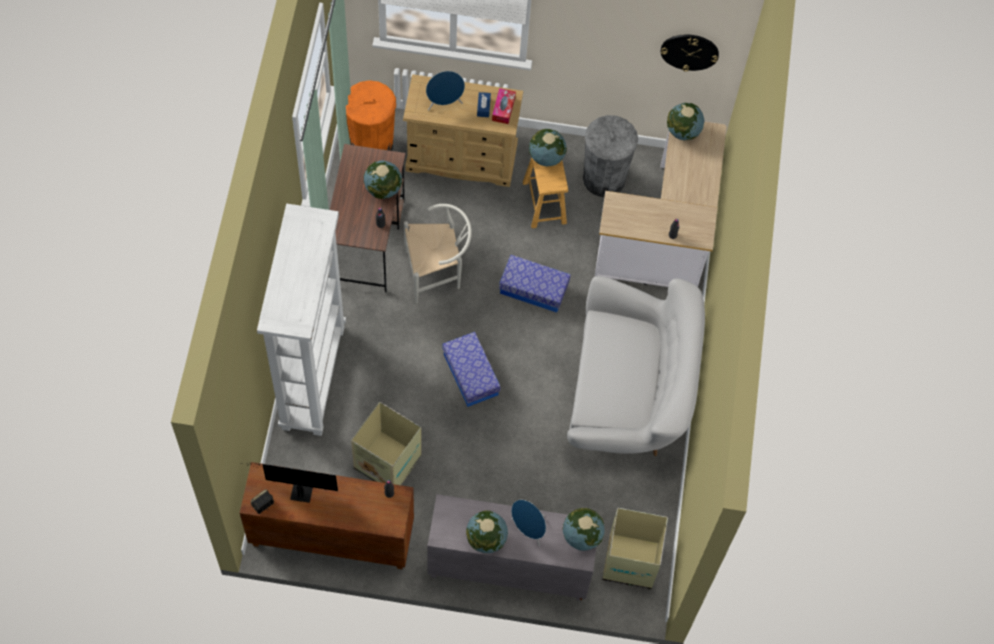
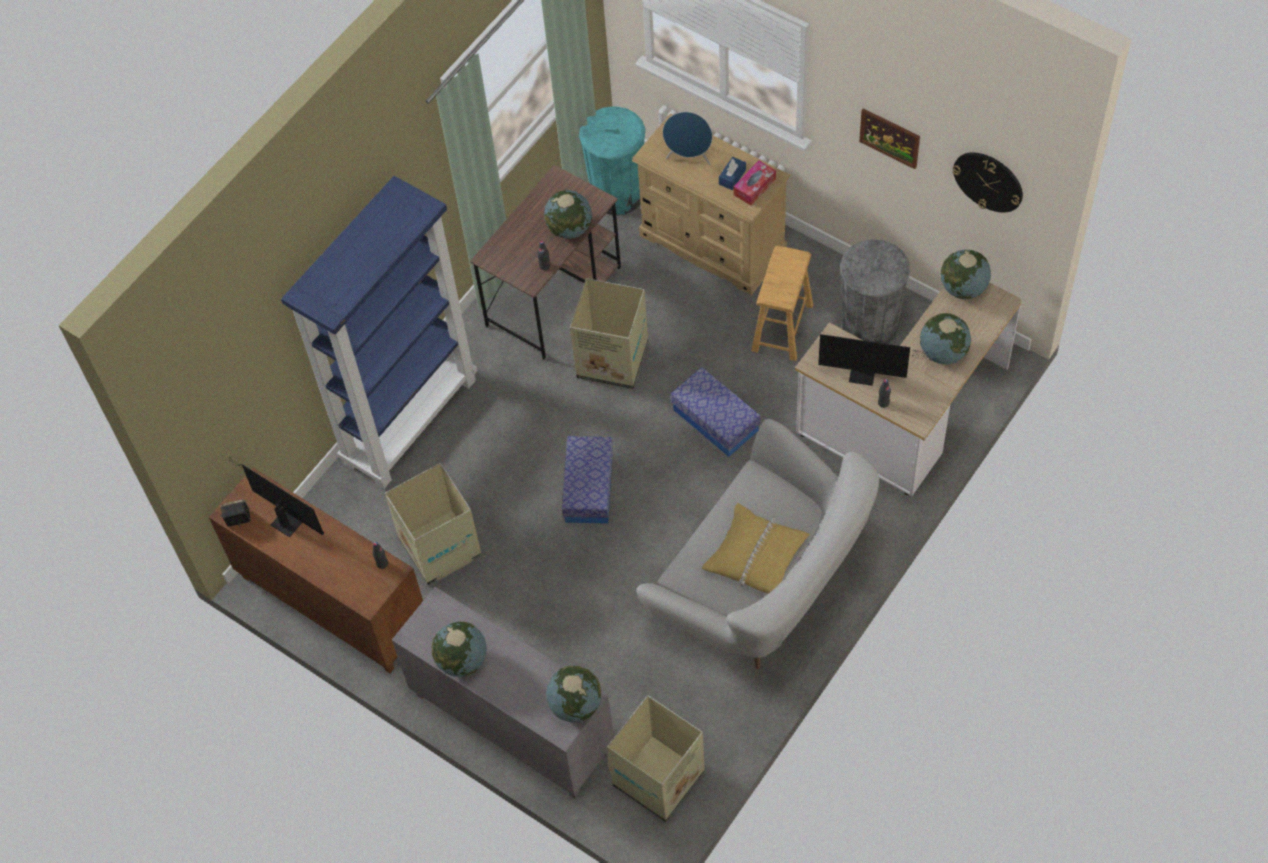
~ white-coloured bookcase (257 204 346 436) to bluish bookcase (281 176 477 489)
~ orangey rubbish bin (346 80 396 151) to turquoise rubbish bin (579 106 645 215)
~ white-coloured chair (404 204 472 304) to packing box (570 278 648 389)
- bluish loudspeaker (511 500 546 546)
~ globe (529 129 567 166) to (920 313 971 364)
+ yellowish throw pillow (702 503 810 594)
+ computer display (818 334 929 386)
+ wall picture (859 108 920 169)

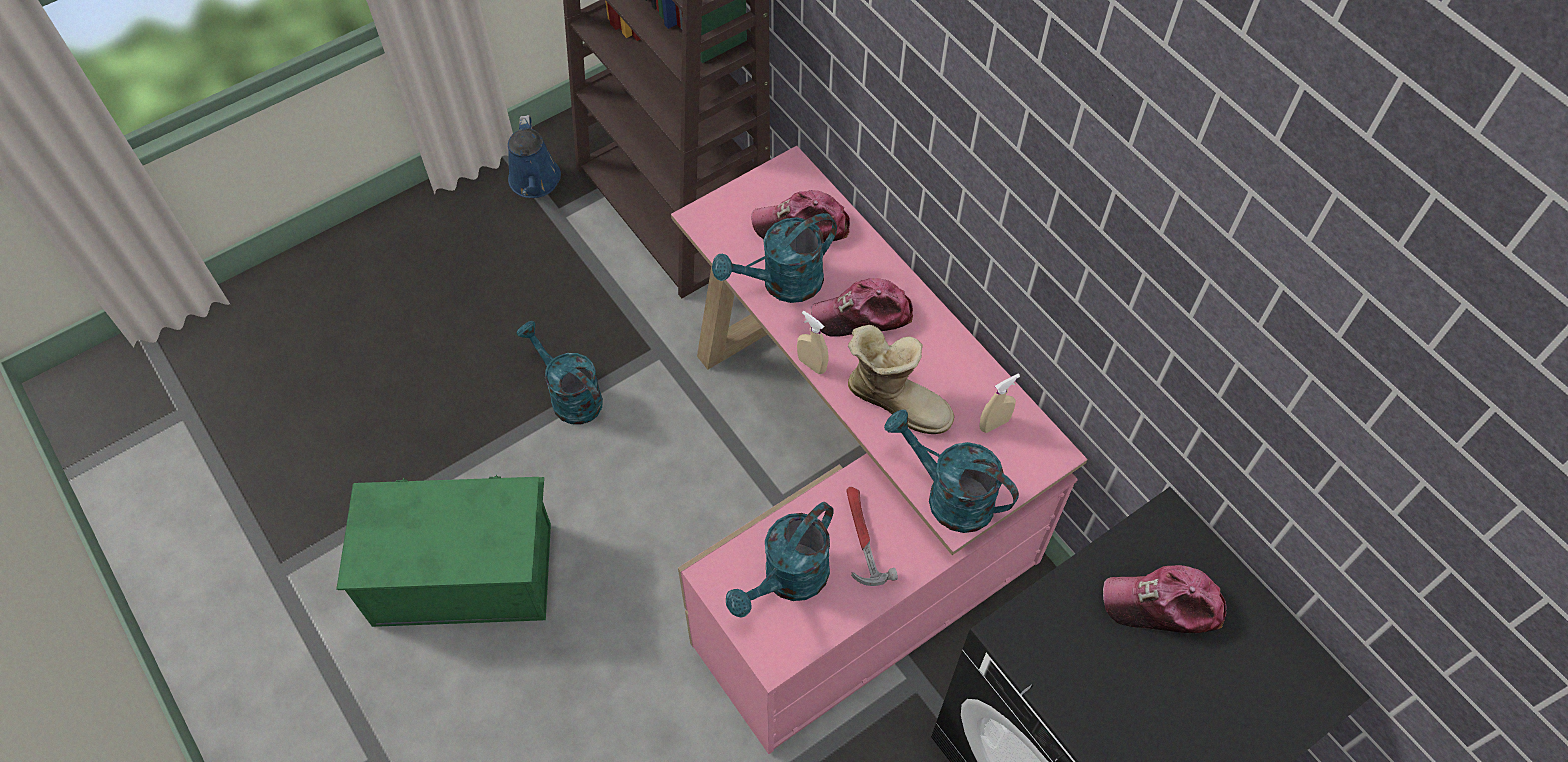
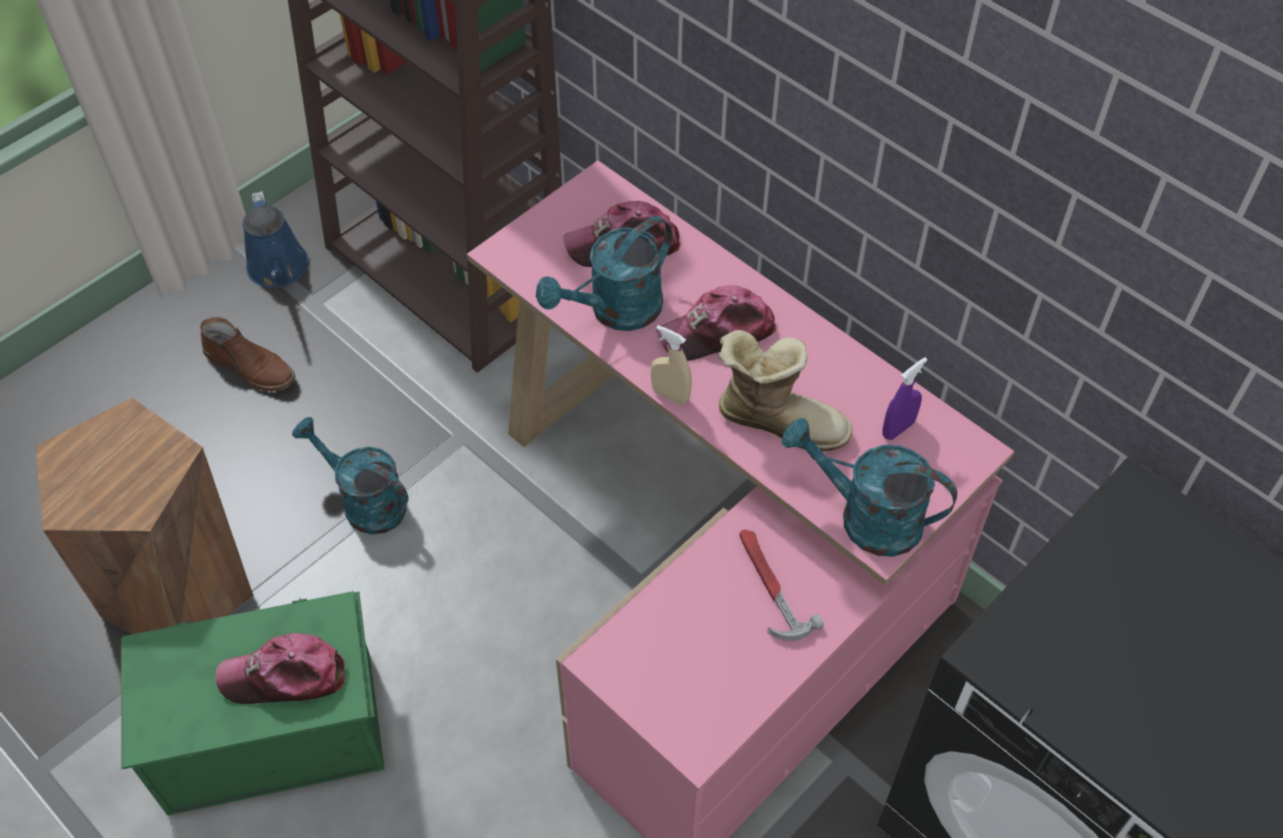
- turquoise sprinkling can (726 502 834 618)
~ beige-coloured sprayer (979 374 1020 433) to purple-coloured sprayer (883 357 927 440)
~ baseball cap (1103 565 1227 633) to (216 633 345 704)
+ brown sitting stool (36 398 253 634)
+ brown tall boot (200 317 295 391)

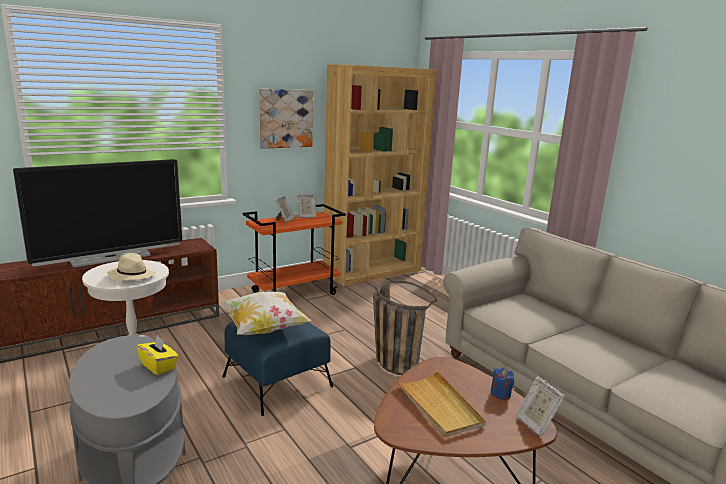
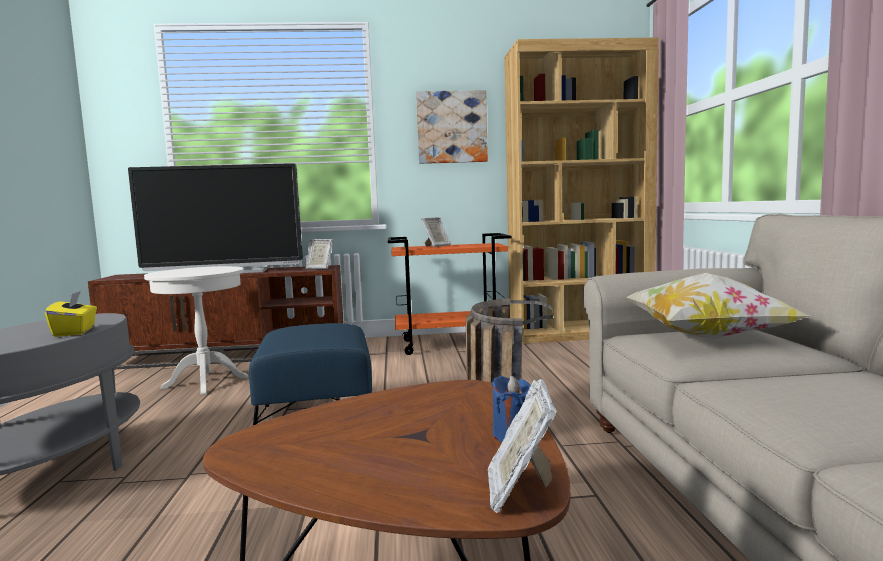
- beige-coloured wearable hat (107 253 156 282)
~ throw pillow (219 292 312 335) to (626 273 810 340)
~ standing frame (296 194 316 218) to (305 239 333 270)
- beige-coloured carrying tray (395 370 486 438)

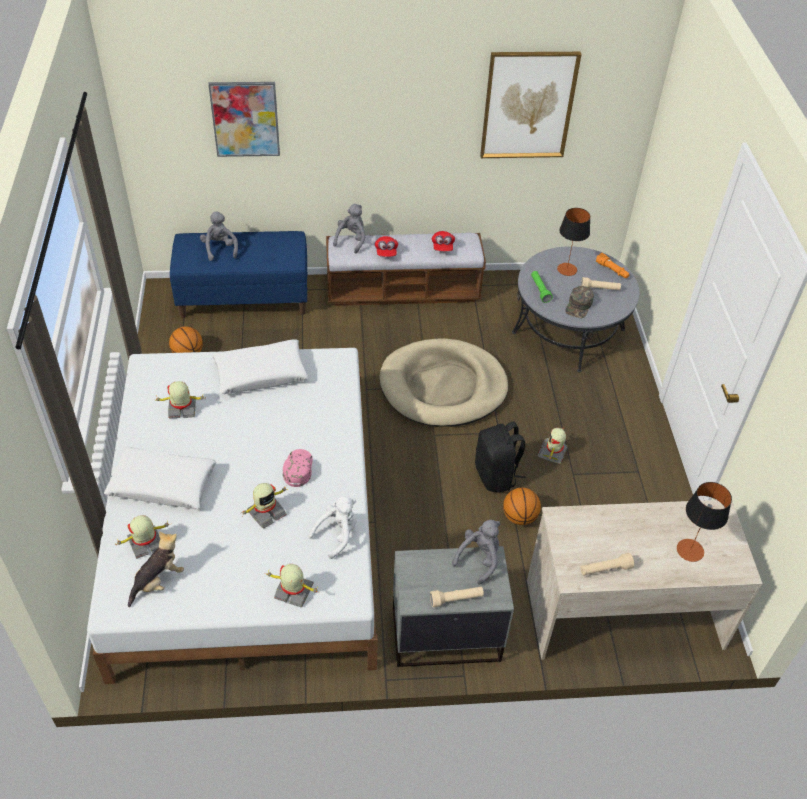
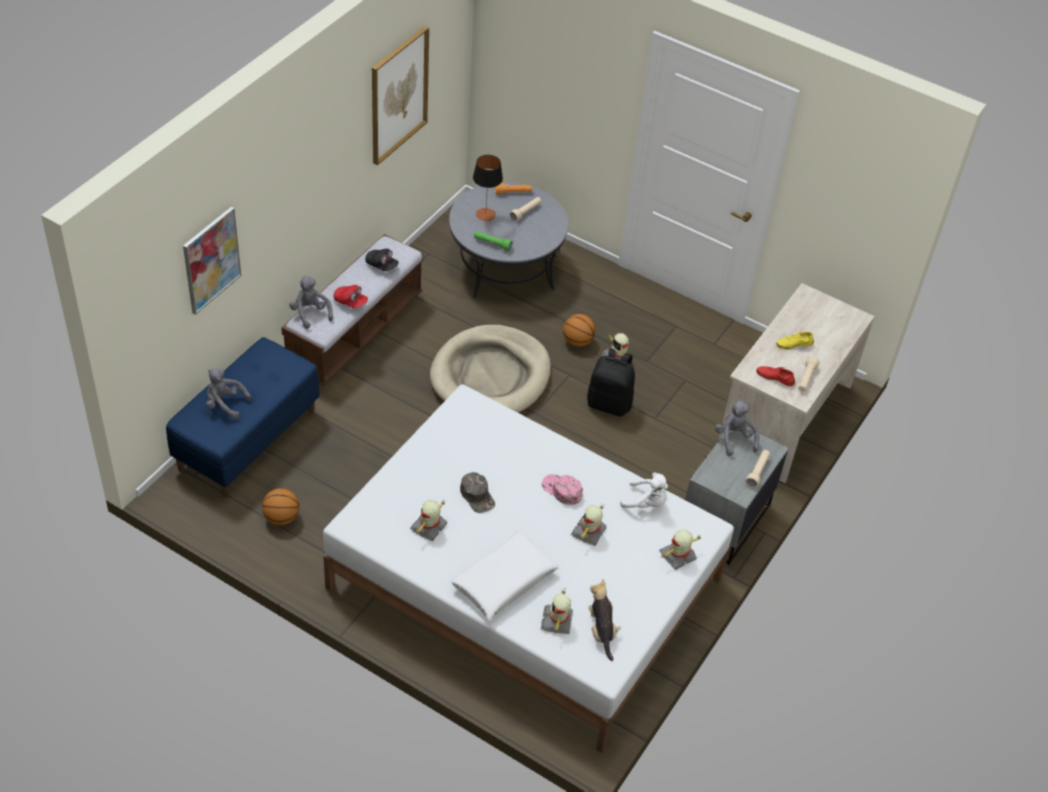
- white-coloured throw pillow (212 339 308 394)
~ robot figure (241 483 288 529) = (571 505 607 546) 150 degrees counterclockwise
~ white-coloured cuddly toy (308 496 357 559) = (620 472 668 508) 120 degrees clockwise
~ reddish baseball cap (432 231 455 251) to black-coloured baseball cap (365 249 399 271)
~ basketball (503 488 541 525) to (563 314 596 347)
~ green baseball cap (565 286 594 318) to (460 472 495 513)
- table lamp (677 482 732 562)
+ reddish low shoe (756 366 795 386)
+ yellowish low shoe (776 332 814 349)

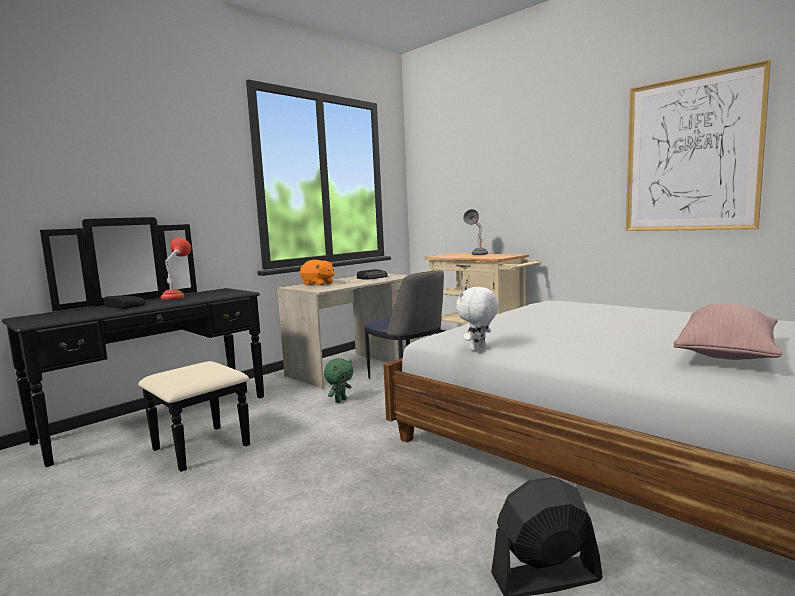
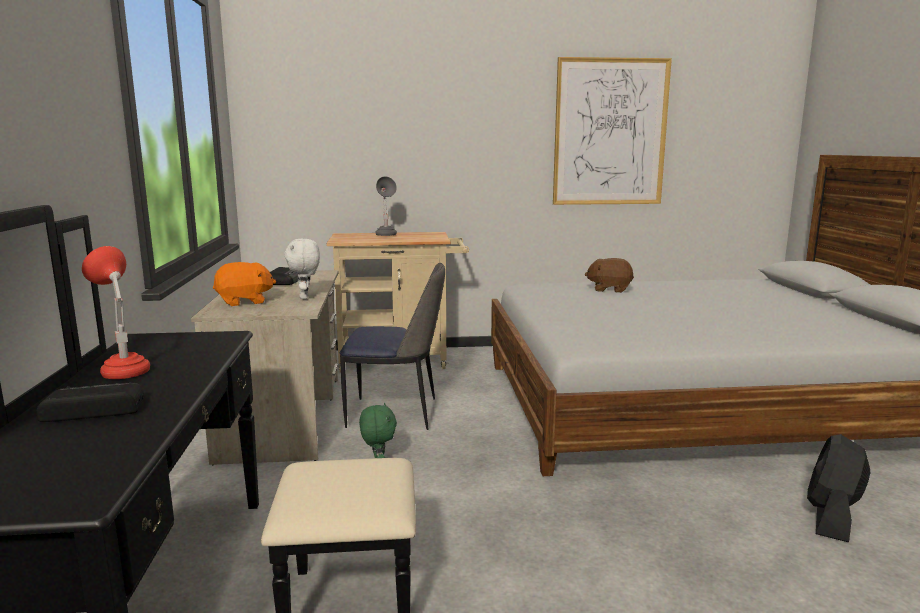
~ white-coloured cuddly toy (456 287 499 351) to (284 239 320 299)
- pink throw pillow (674 303 782 360)
+ brown cuddly toy (585 258 634 293)

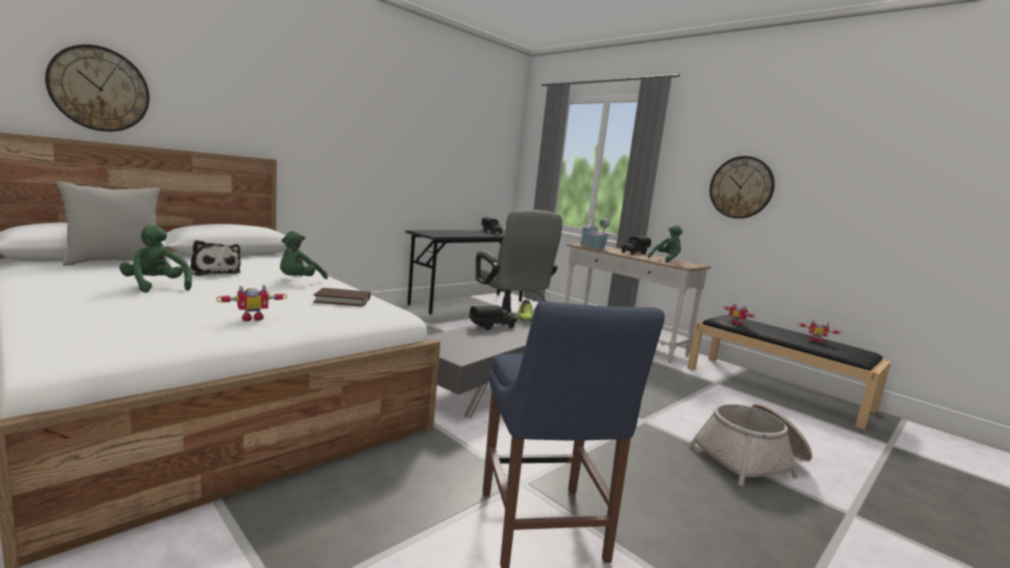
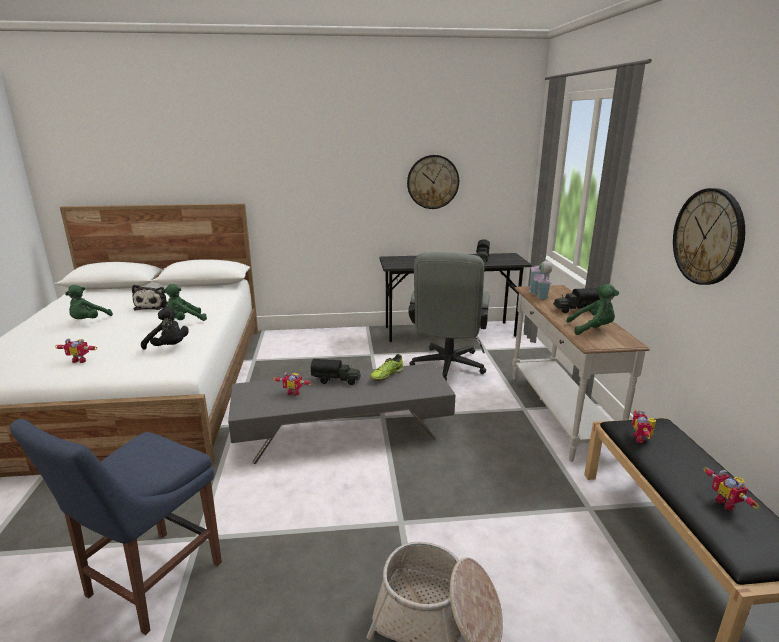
~ clock on the wall (45 44 150 132) to (407 155 459 209)
- greyish throw pillow (57 181 160 266)
~ green cuddly toy (119 225 192 293) = (65 285 113 319) 150 degrees counterclockwise
~ brown book (313 288 370 306) to black-coloured cuddly toy (141 307 189 350)
+ robot figure (273 372 312 396)

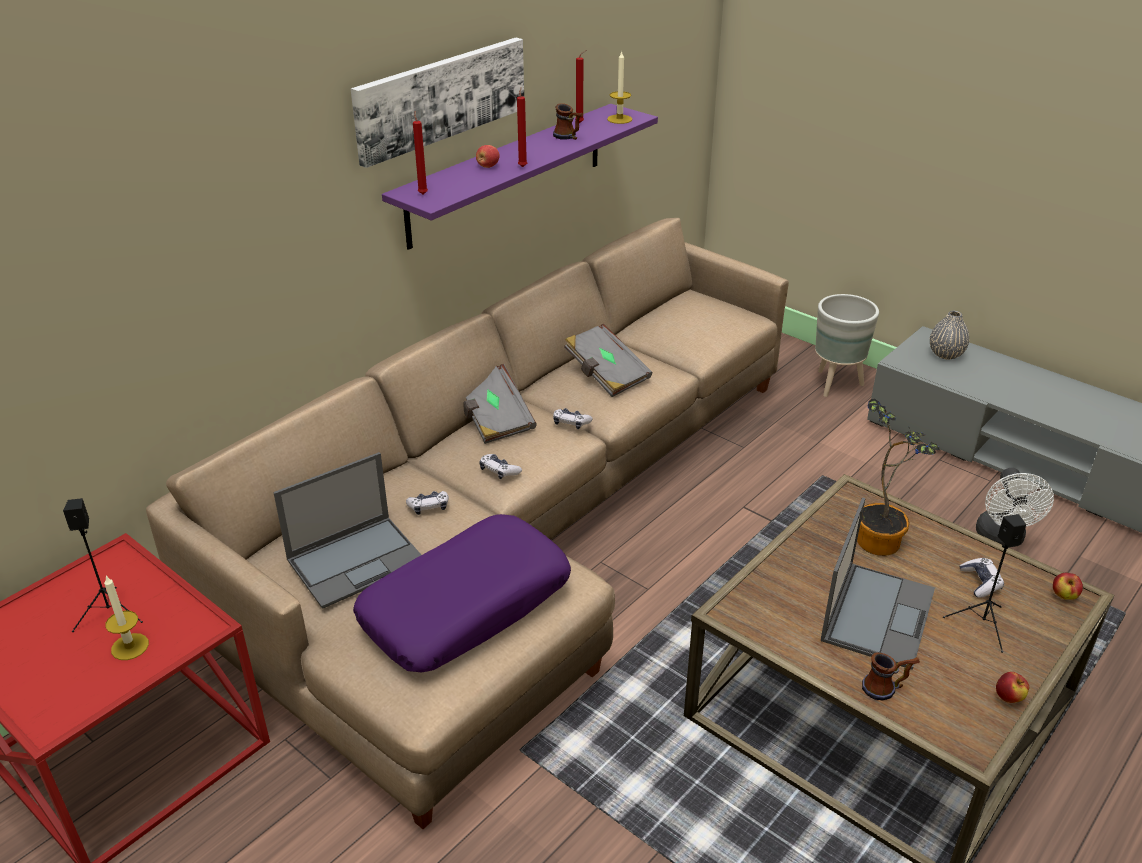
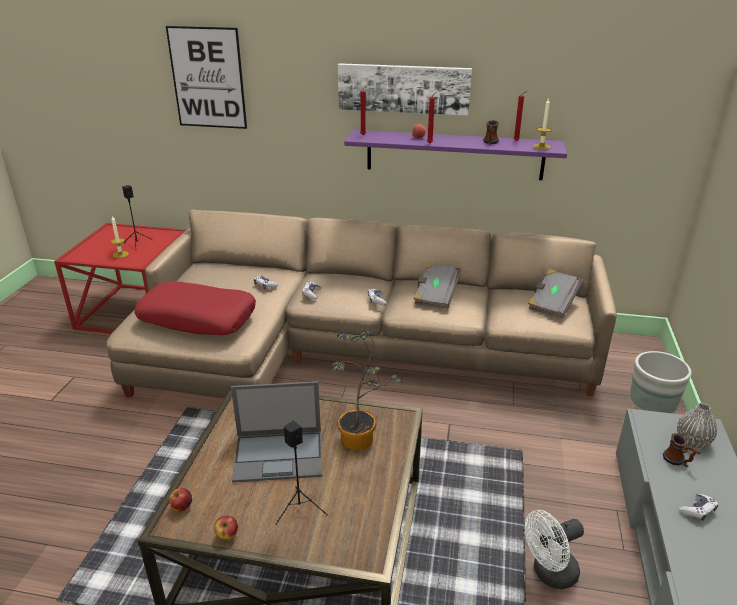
- portable computer (273 452 421 609)
~ purple-coloured throw pillow (353 514 571 672) to reddish throw pillow (135 281 256 335)
~ greyish book (463 364 537 444) to (528 269 583 318)
~ mug (862 653 920 700) to (663 433 701 467)
~ joypad (959 558 1004 598) to (679 494 718 521)
~ whole apple (1053 573 1083 600) to (169 488 192 511)
+ wall picture (166 26 247 129)

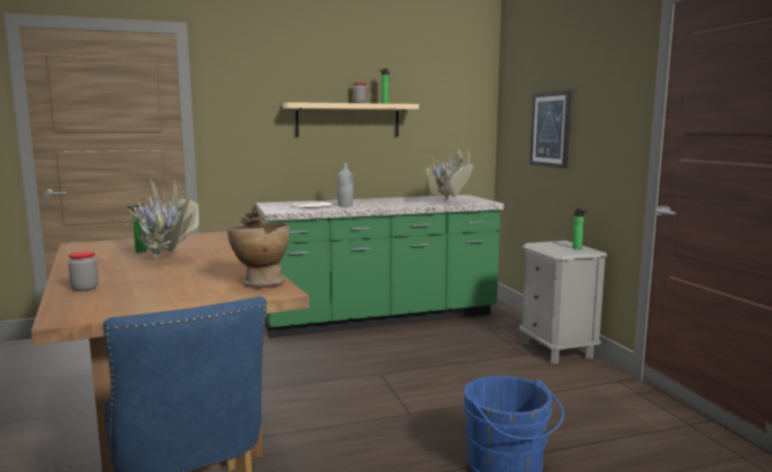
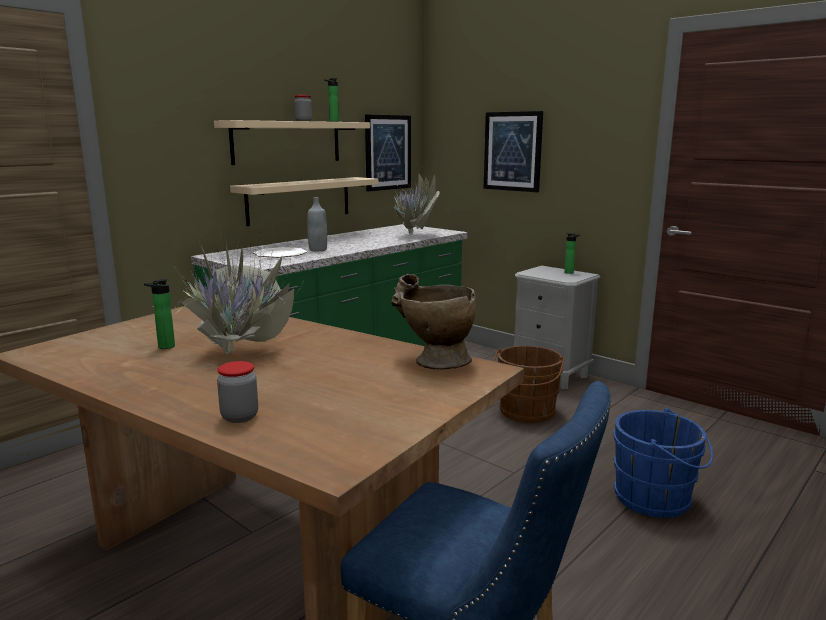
+ beige-coloured bracket shelf (230 177 379 226)
+ wall picture (365 114 411 191)
+ brown pail (493 346 565 423)

